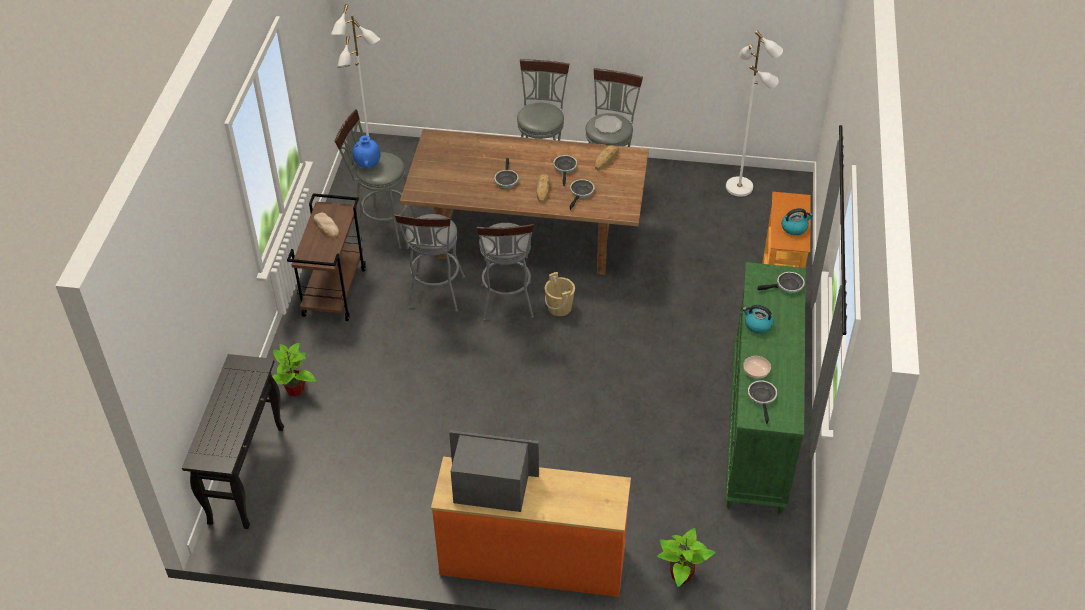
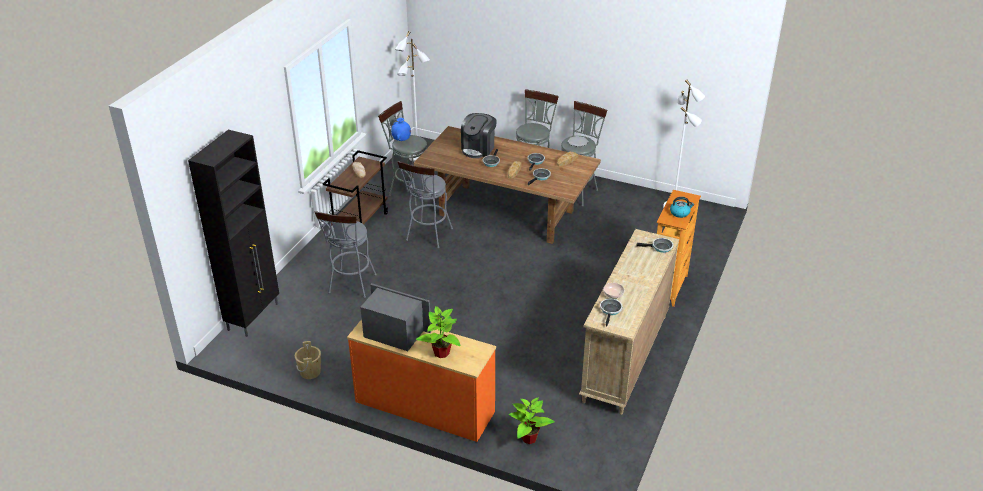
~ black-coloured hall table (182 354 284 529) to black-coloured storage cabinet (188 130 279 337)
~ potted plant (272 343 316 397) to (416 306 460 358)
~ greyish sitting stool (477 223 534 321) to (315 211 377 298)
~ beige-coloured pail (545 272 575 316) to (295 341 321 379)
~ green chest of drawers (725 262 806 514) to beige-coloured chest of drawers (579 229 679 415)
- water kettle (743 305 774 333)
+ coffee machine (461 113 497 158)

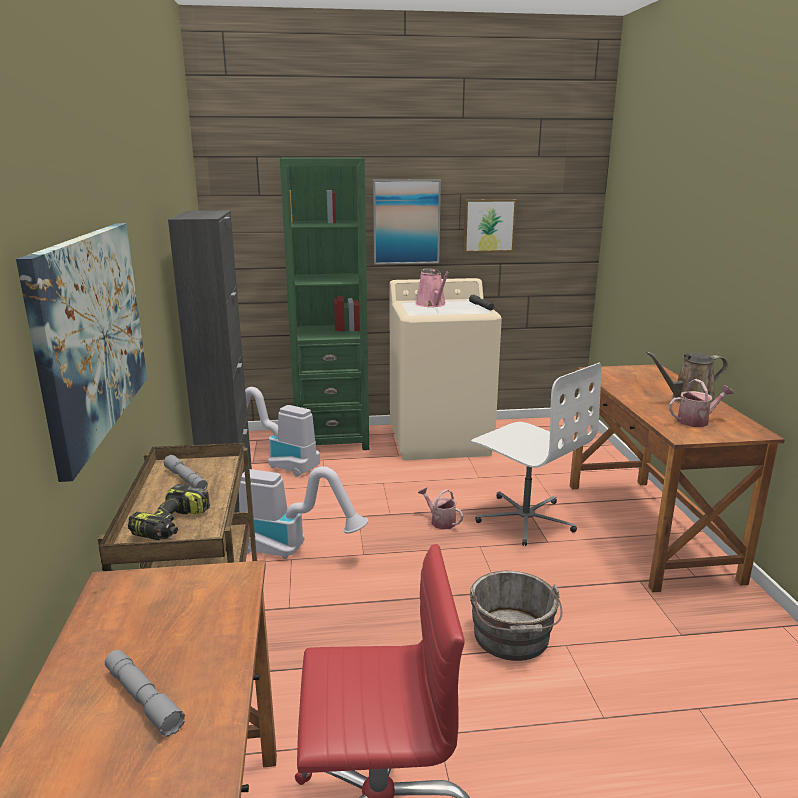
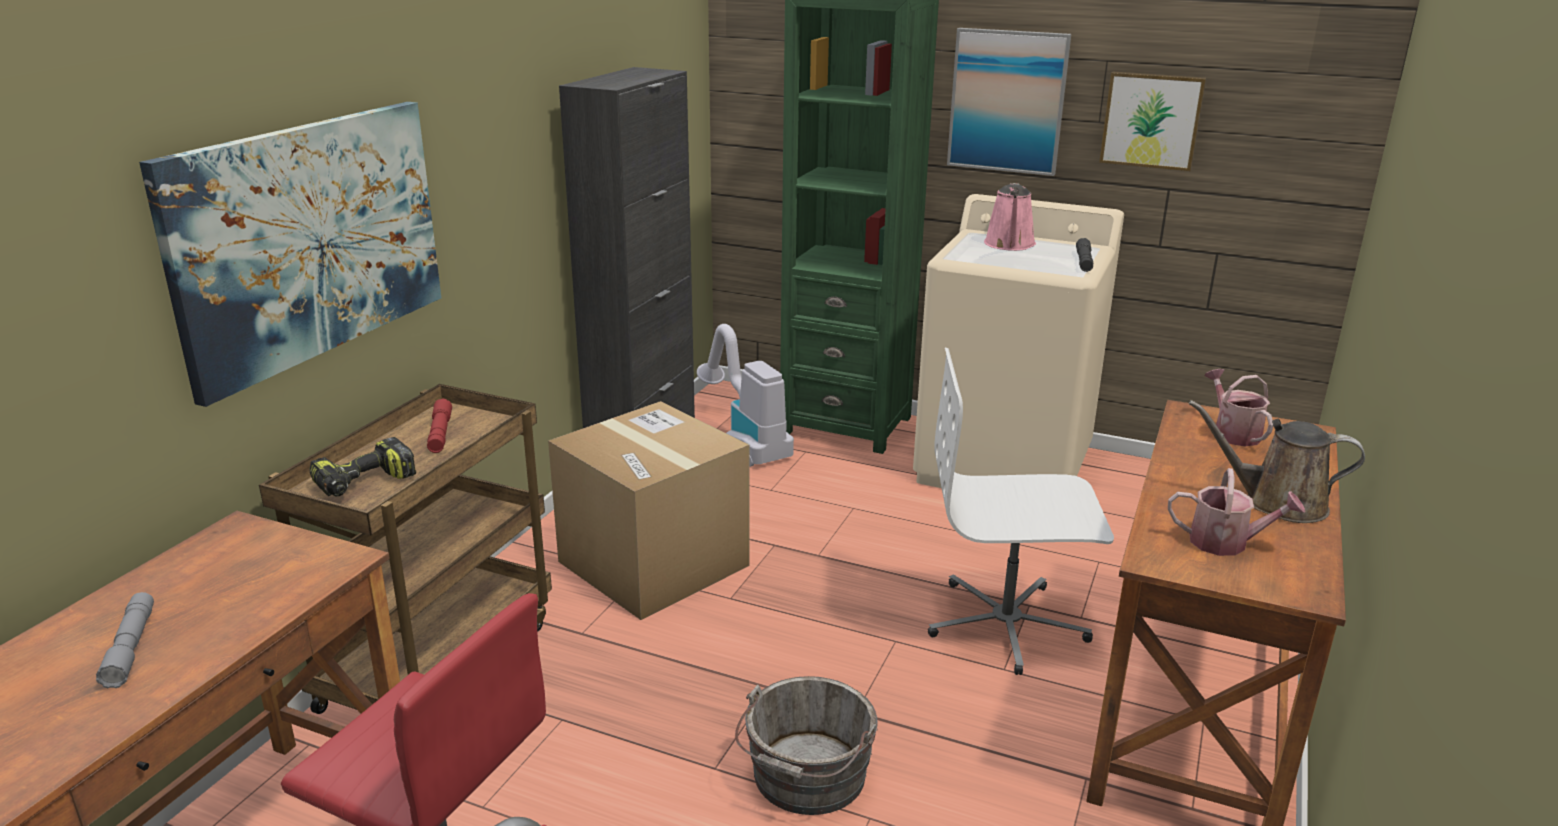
~ greyish hand torch (163 455 208 490) to reddish hand torch (427 399 452 453)
~ hoover (239 466 369 559) to packing box (548 401 749 620)
~ sprinkling can (418 487 463 530) to (1205 369 1273 446)
~ white-coloured computer chair (471 363 601 546) = (928 348 1114 675) 105 degrees clockwise

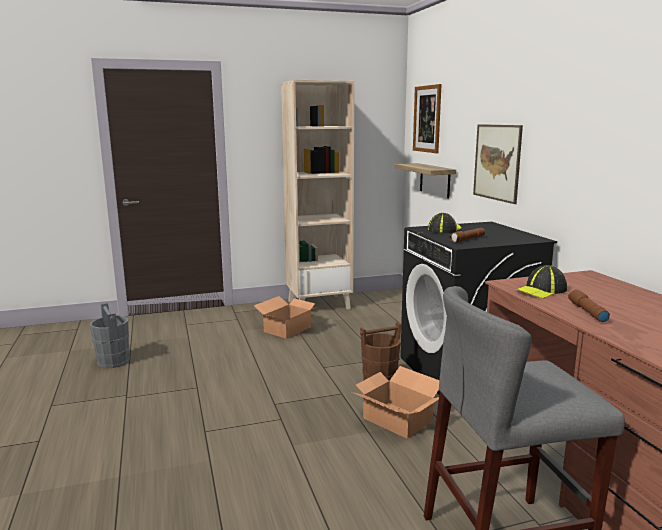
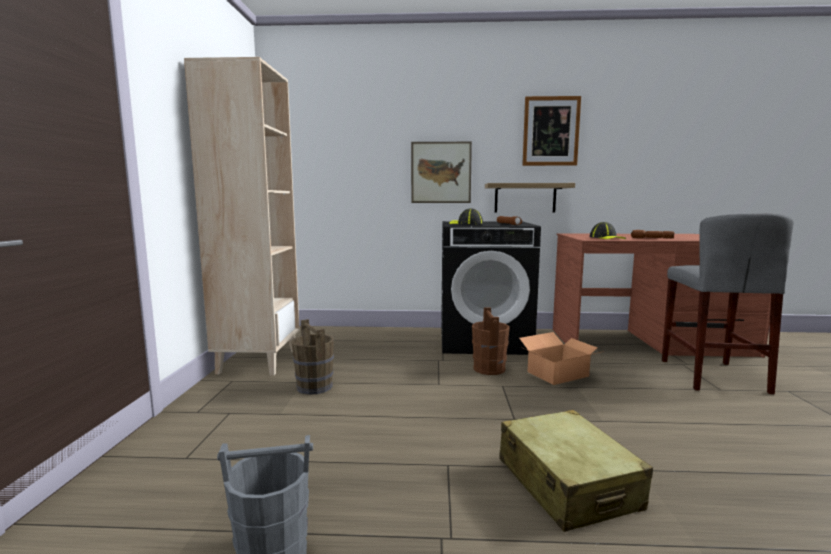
~ packing box (254 296 321 339) to brown pail (291 319 334 395)
~ bracket shelf (394 163 456 198) to (485 183 575 213)
~ wall picture (413 84 442 153) to (522 96 581 166)
+ beige-coloured travel case (499 410 653 532)

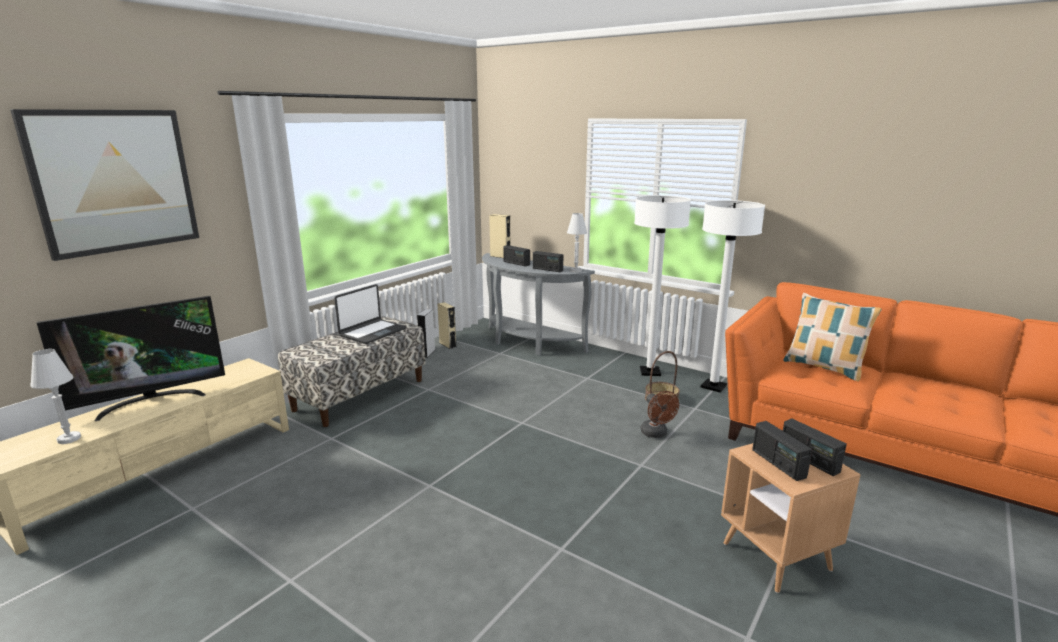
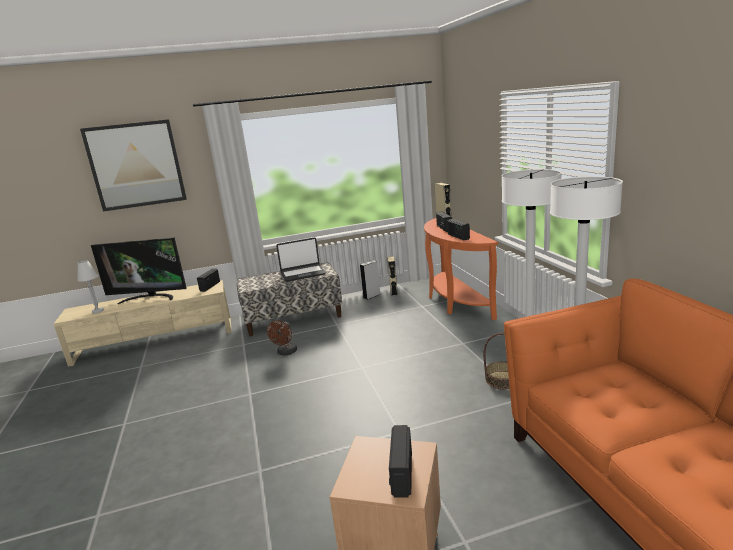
~ greyish hall table (482 253 595 356) to orangey hall table (424 218 498 320)
- white-coloured table lamp (567 213 587 272)
~ brown electric fan (640 391 679 438) to (267 320 297 355)
~ radio (752 421 813 481) to (197 269 220 292)
- throw pillow (783 293 882 382)

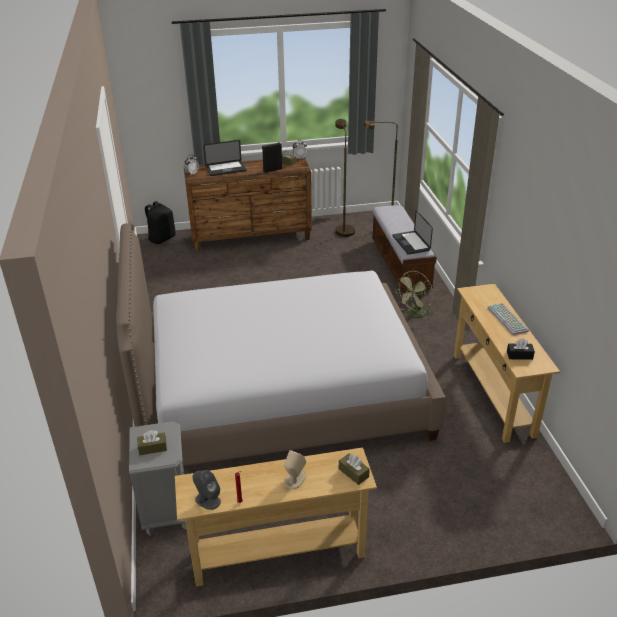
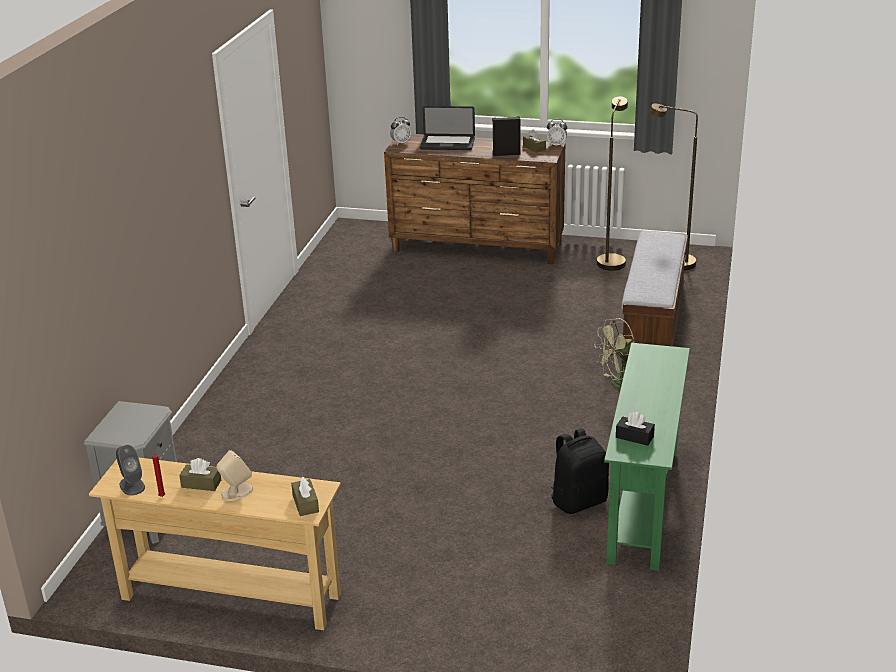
- bedroom bed (116 223 446 466)
~ brown tissue holder (137 430 167 455) to (179 458 221 491)
~ black-coloured rucksack (145 201 176 244) to (551 428 609 514)
- portable computer (393 210 433 255)
~ beige-coloured hall table (454 284 560 443) to green hall table (604 343 690 571)
- keyboard (488 303 529 335)

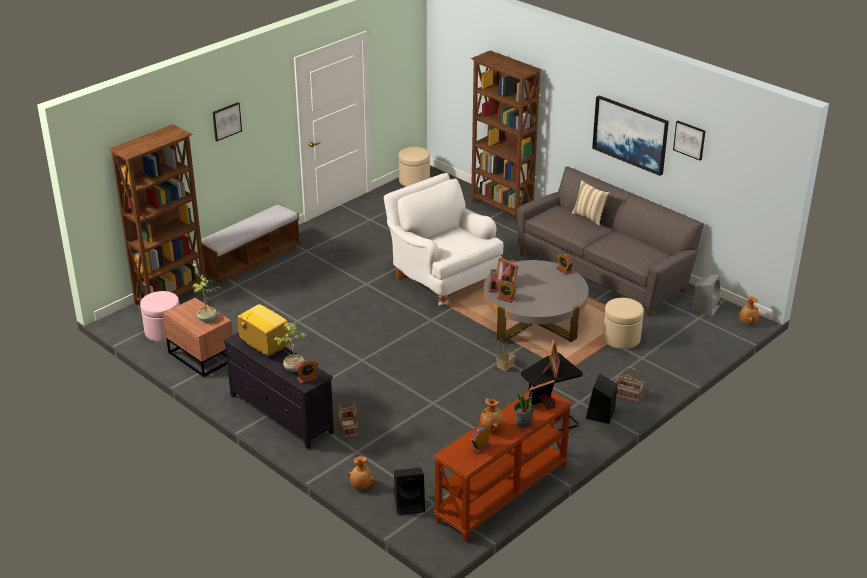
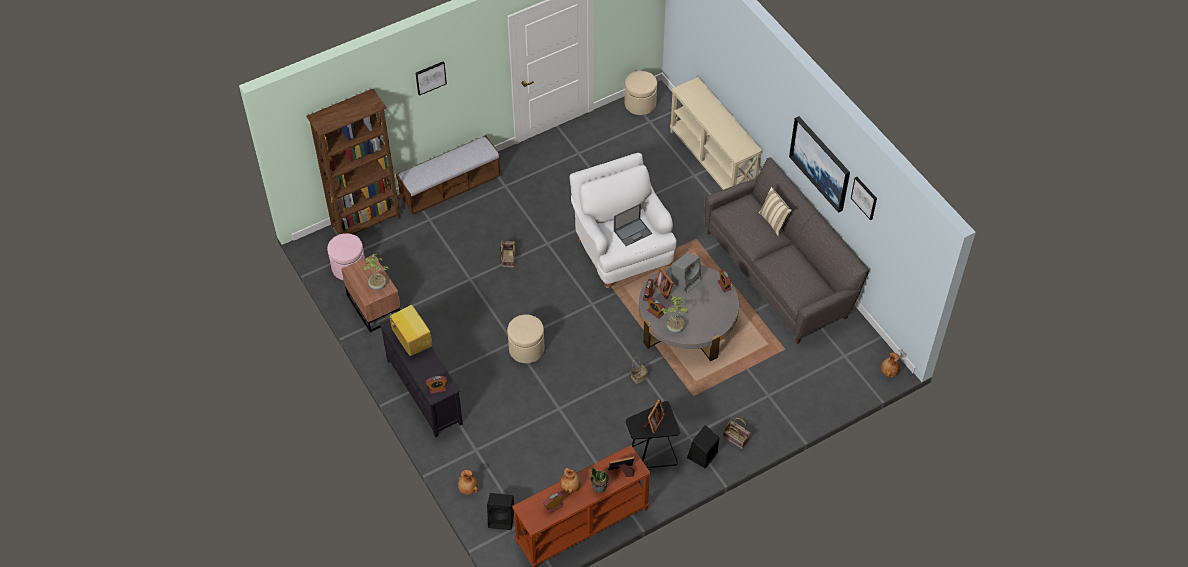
~ potted plant (274 322 305 372) to (661 296 689 333)
~ household basket (338 402 358 438) to (501 241 515 267)
~ brown bookcase (471 50 542 222) to beige-coloured hall table (670 77 763 190)
~ beige-coloured ottoman (603 298 644 349) to (507 315 545 363)
~ greyish loudspeaker (692 274 720 316) to (671 252 701 293)
+ portable computer (614 204 652 246)

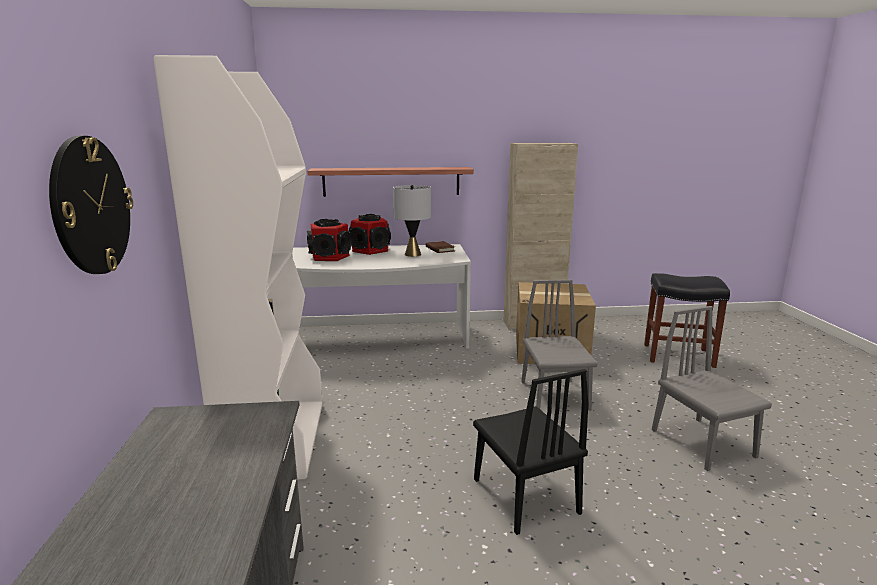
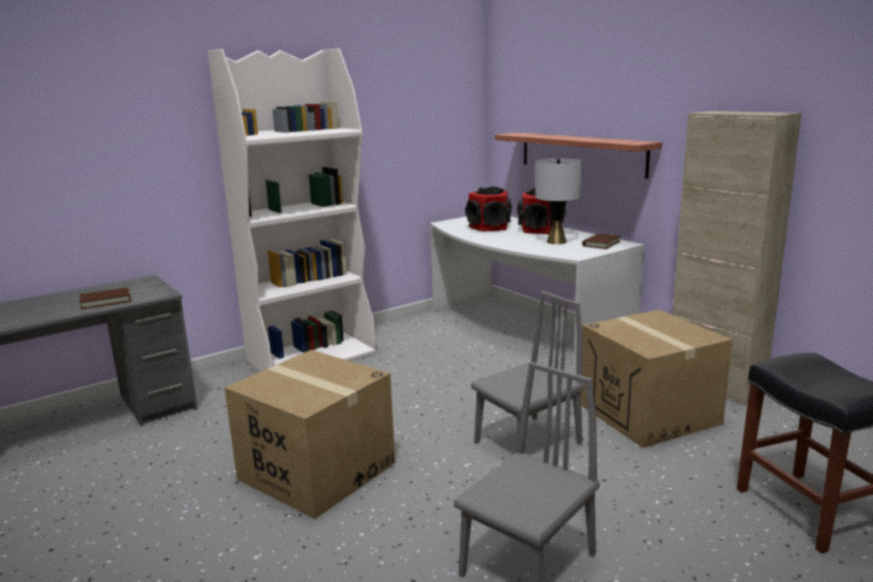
- clock on the wall (49 136 133 274)
~ black-coloured chair (473 369 588 535) to packing box (224 350 395 519)
+ brown book (80 287 131 309)

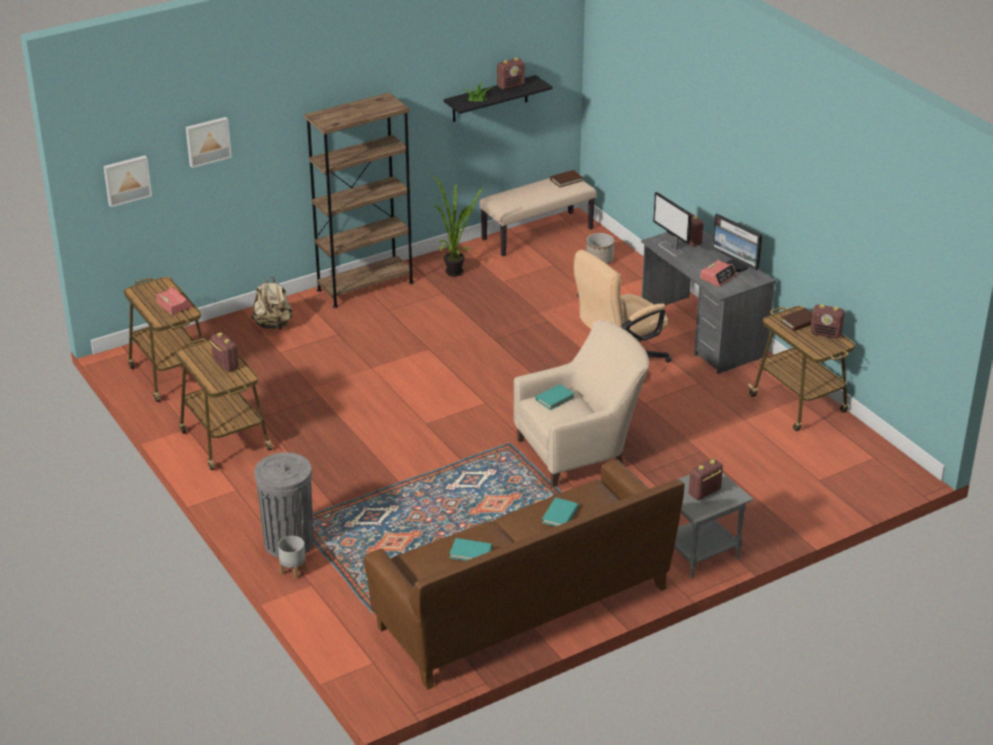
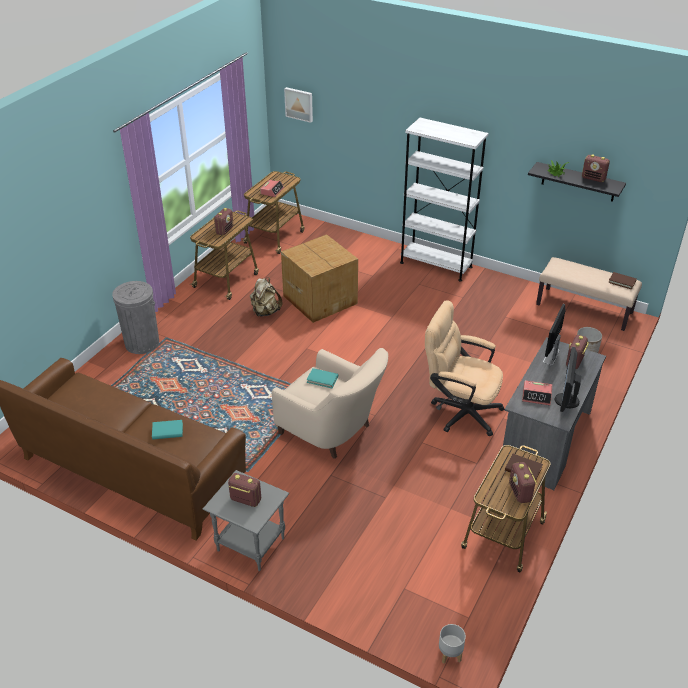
- wall picture (186 117 232 168)
~ beige-coloured rucksack (251 276 292 330) to (250 277 282 317)
~ greyish flower pot (278 536 306 580) to (439 624 466 664)
~ brown bookcase (304 93 414 308) to white-coloured bookcase (400 118 488 282)
- potted plant (431 175 483 277)
- turquoise book (449 538 492 561)
+ packing box (281 234 358 323)

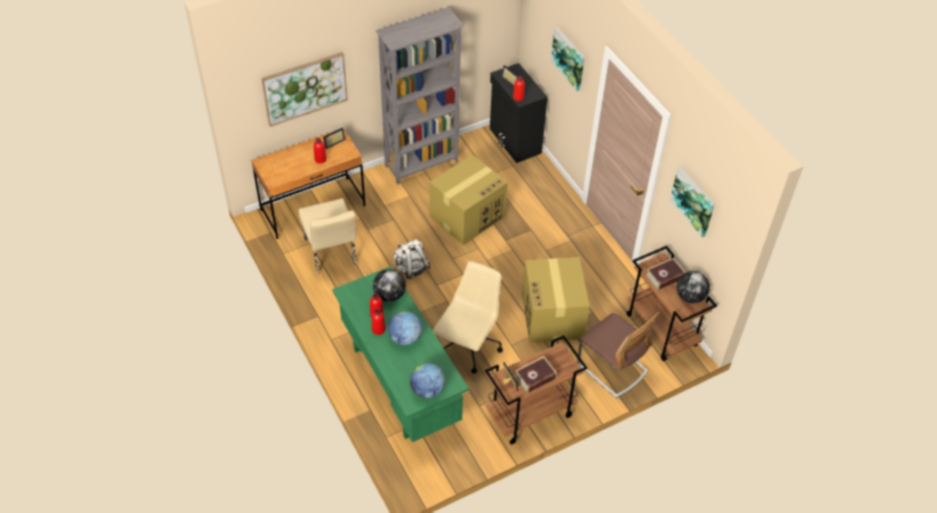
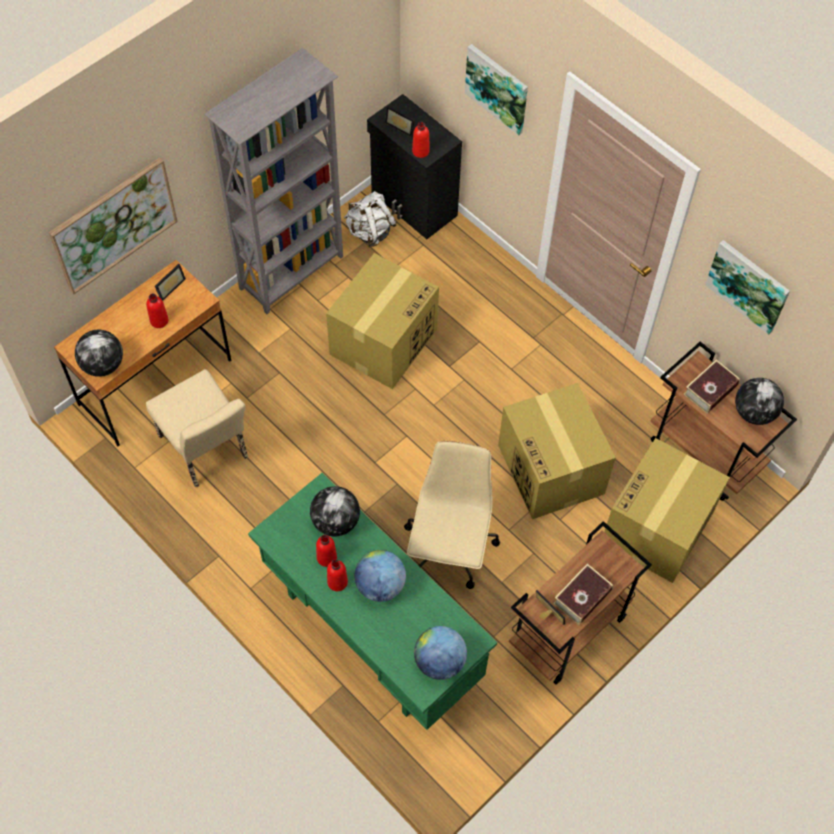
~ white-coloured rucksack (393 239 430 279) to (344 191 397 247)
~ chair (577 311 660 398) to packing box (604 438 730 583)
+ globe (75 330 123 377)

